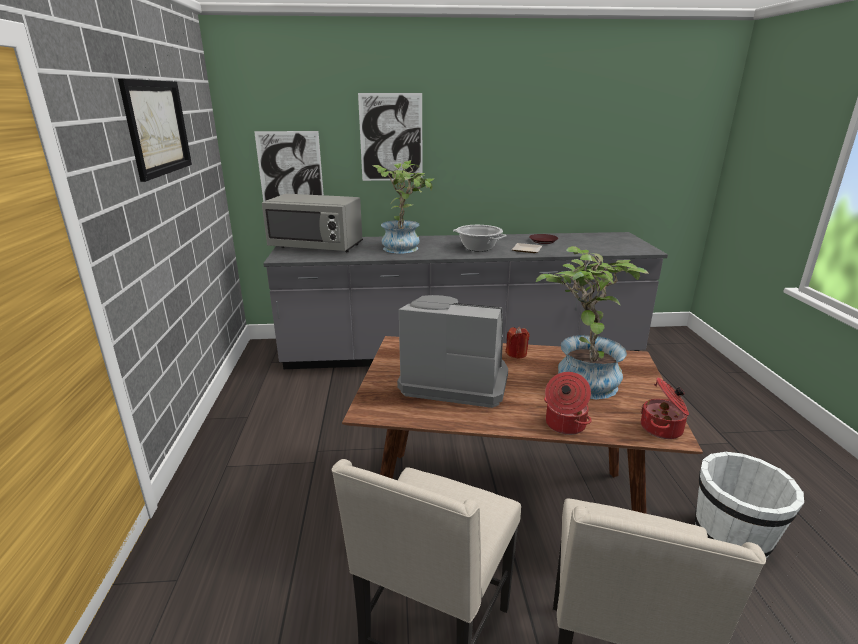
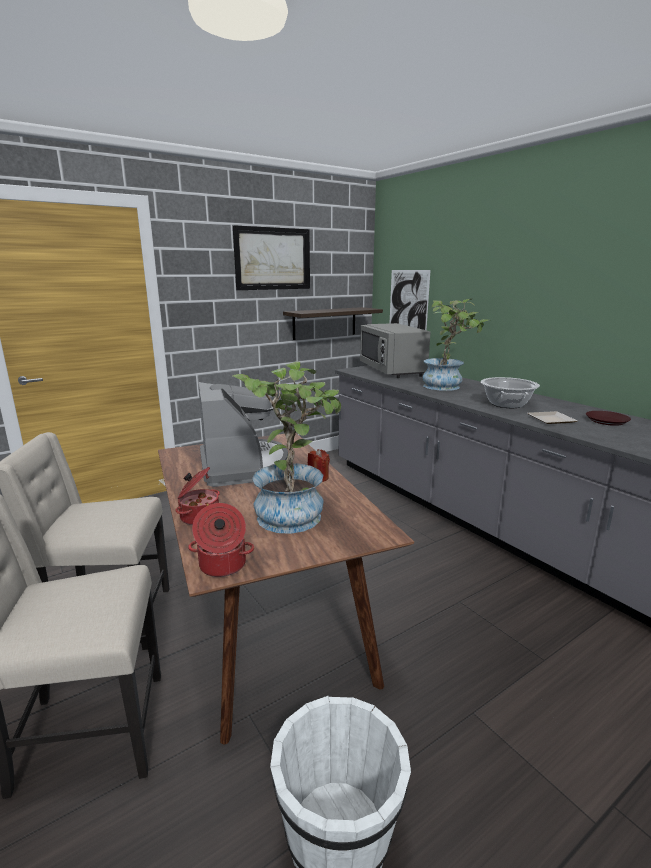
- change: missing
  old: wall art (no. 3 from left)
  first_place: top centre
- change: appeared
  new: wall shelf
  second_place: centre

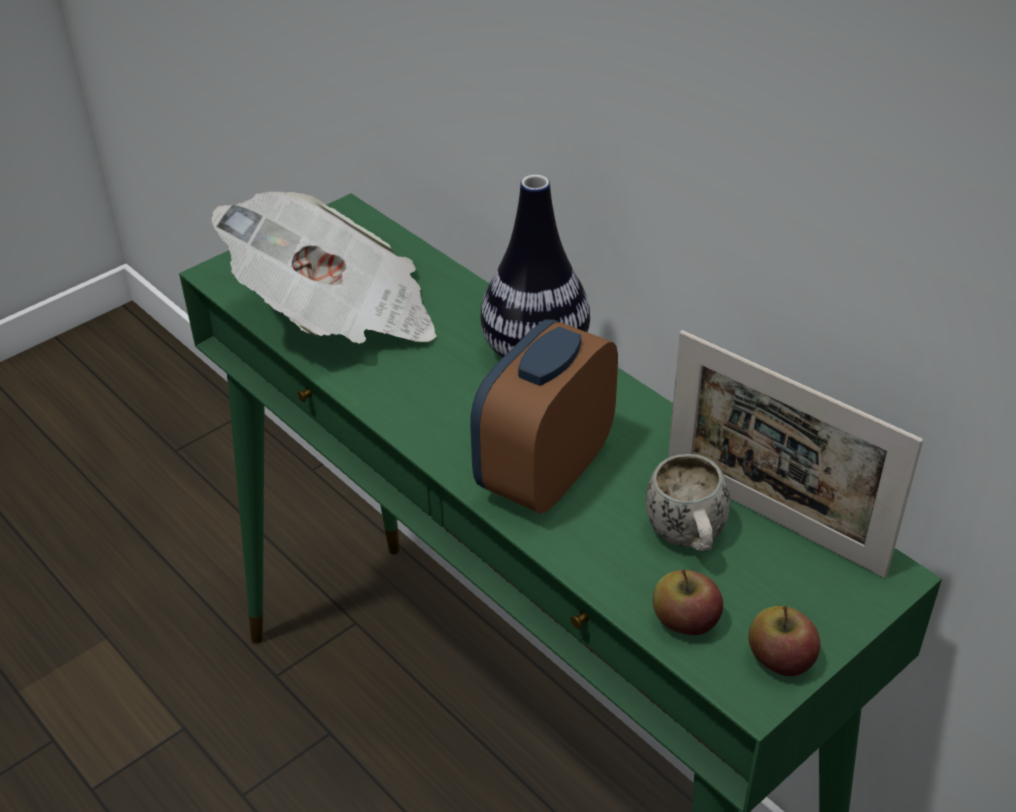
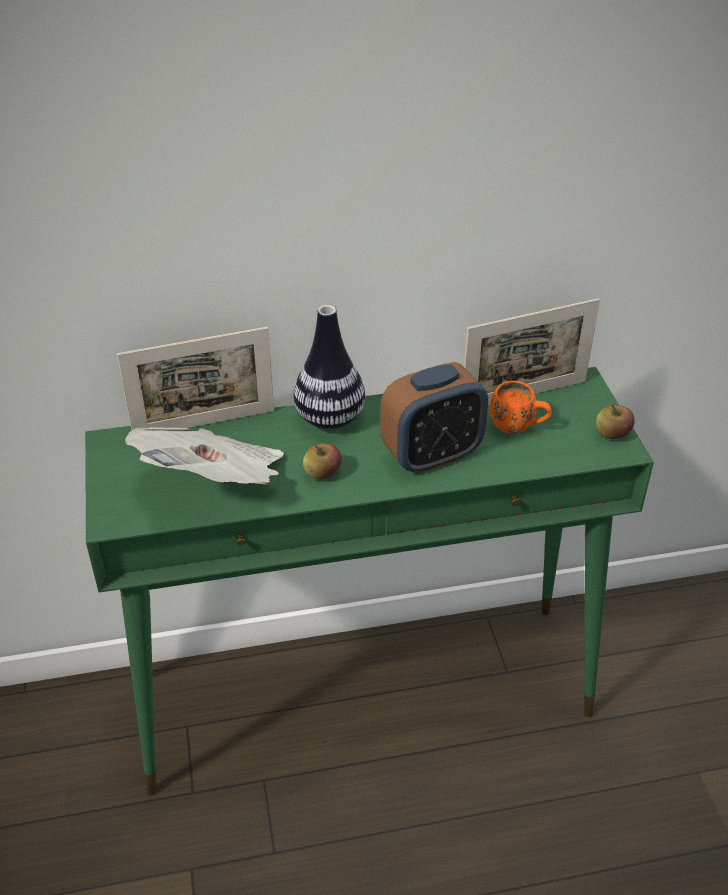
- change: spun
  old: bedside clock
  first_place: centre
  second_place: centre
  degrees: -90
- change: colour
  old: whitish tea mug
  new: orangey tea mug
  first_place: middle right
  second_place: middle right
- change: relocated
  old: apple fruit (no. 1 from left)
  first_place: bottom right
  second_place: centre
- change: appeared
  new: picture frame (no. 1 from left)
  second_place: middle left

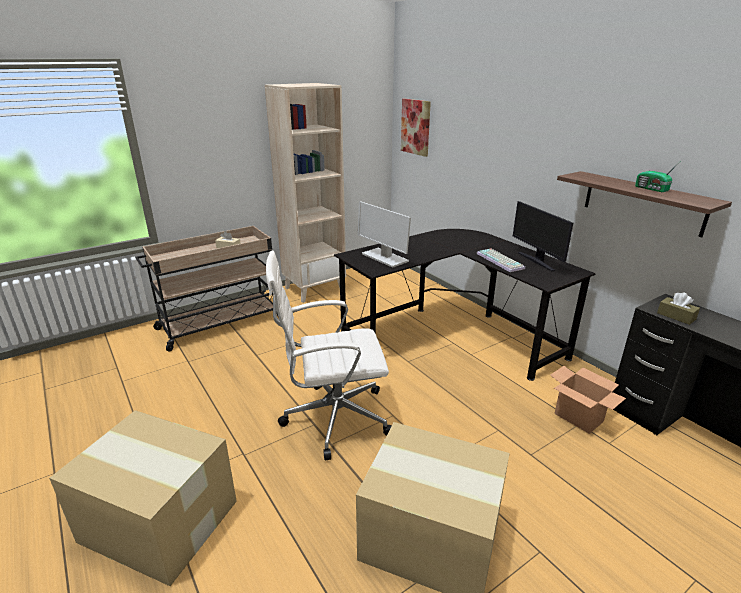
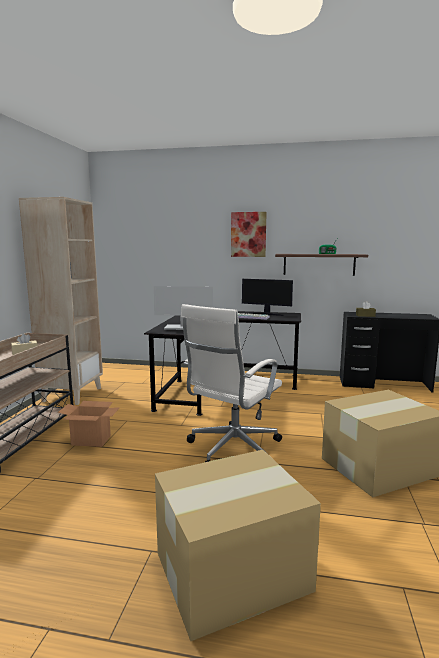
- change: relocated
  old: wall art
  first_place: top centre
  second_place: centre
- change: relocated
  old: carton (no. 3 from left in the first image)
  new: carton (no. 1 from left)
  first_place: bottom right
  second_place: middle left

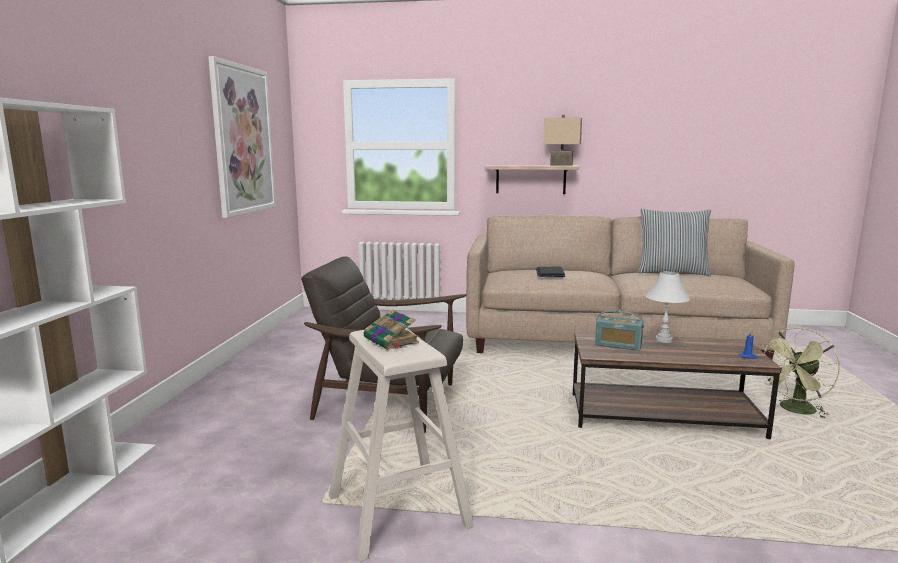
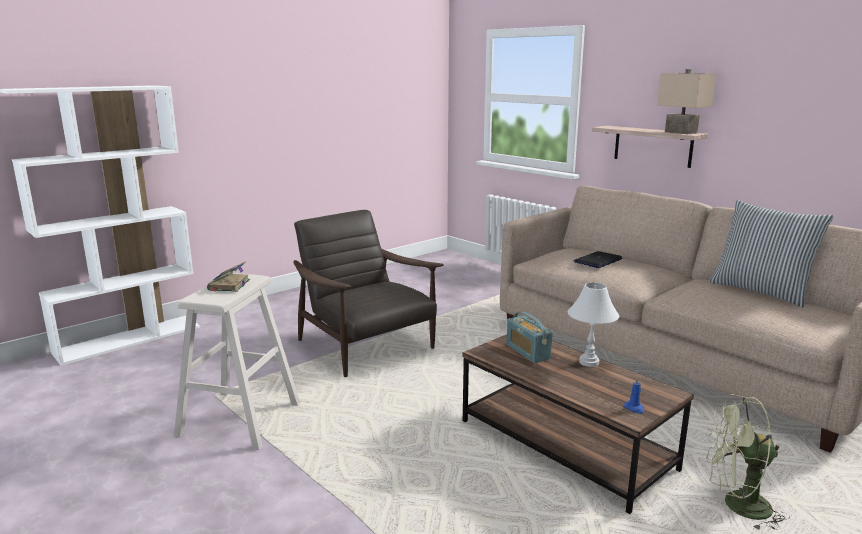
- change: missing
  old: wall art
  first_place: top left

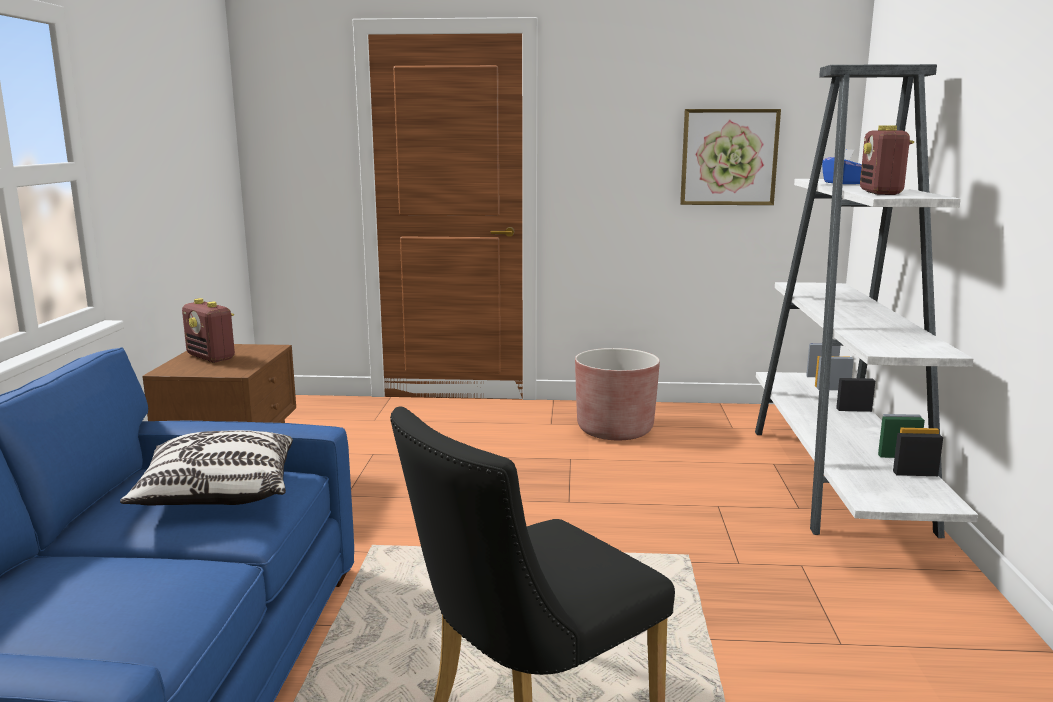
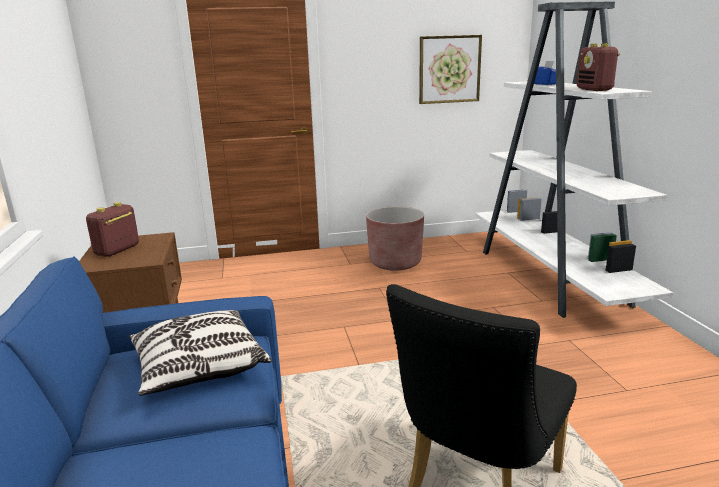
- change: spun
  old: radio (no. 1 from left)
  first_place: middle left
  second_place: middle left
  degrees: 90

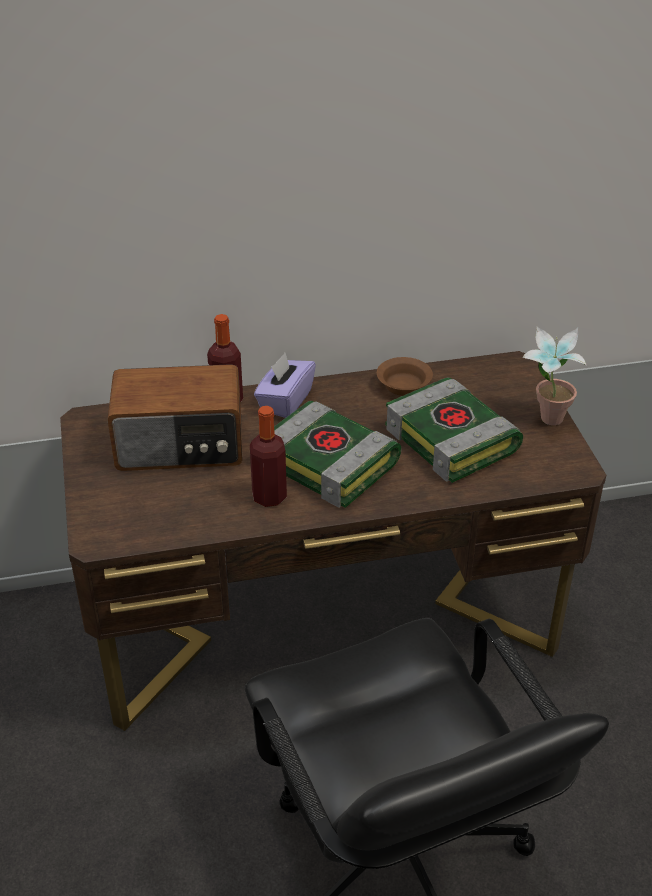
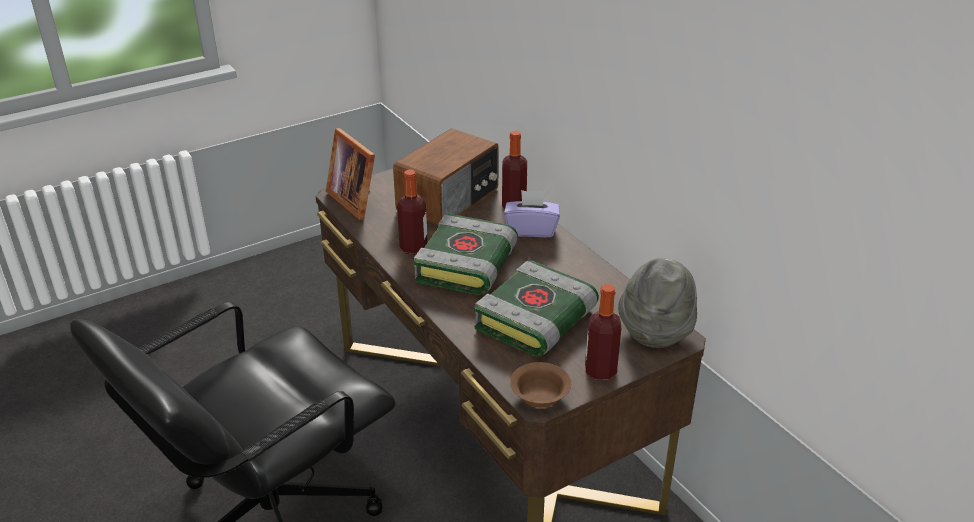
- change: exchanged
  old: houseplant
  new: bottle (no. 3 from left)
  first_place: middle right
  second_place: centre
- change: relocated
  old: brown deep dish
  first_place: centre
  second_place: bottom centre
- change: spun
  old: radio
  first_place: middle left
  second_place: centre
  degrees: -120
- change: appeared
  new: picture frame
  second_place: centre
- change: appeared
  new: greyish clothing hat
  second_place: middle right

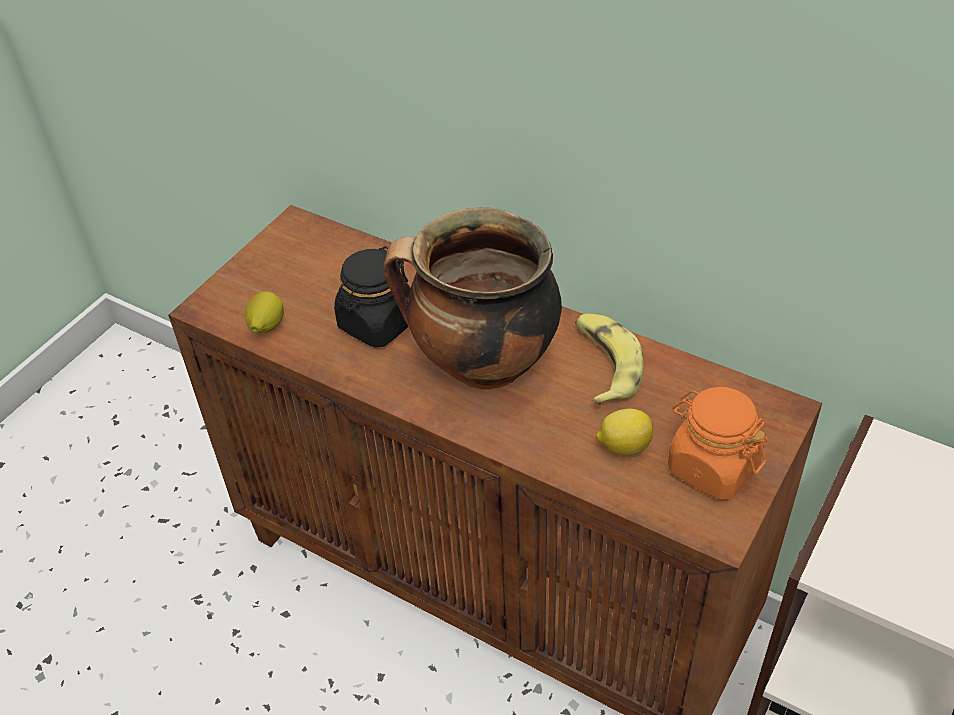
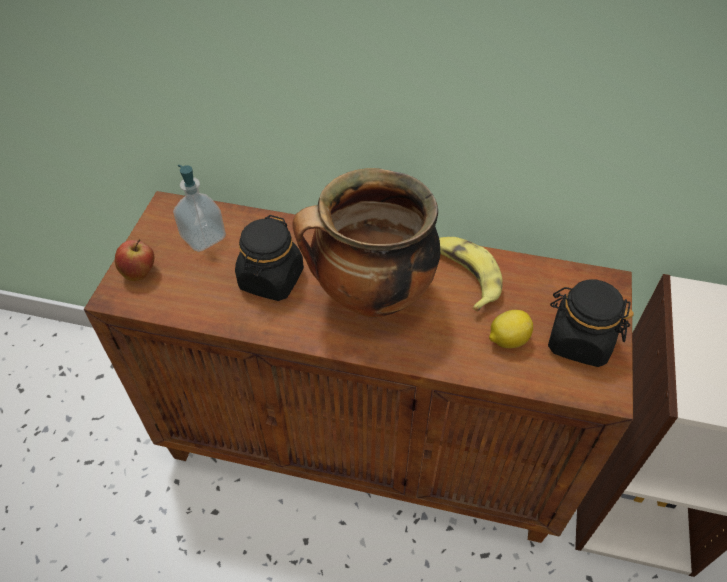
- change: missing
  old: whole lemon (no. 1 from left)
  first_place: middle left
- change: colour
  old: orangey storage jar
  new: black-coloured storage jar (no. 2 from left)
  first_place: middle right
  second_place: middle right
- change: appeared
  new: liquid soap bottle
  second_place: middle left
- change: appeared
  new: apple fruit
  second_place: middle left

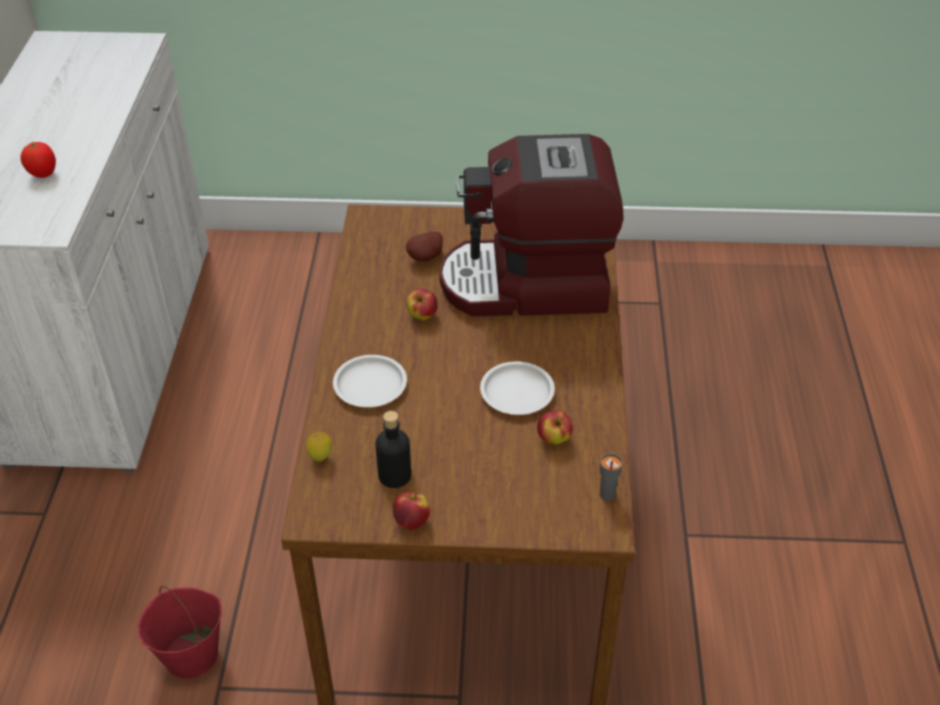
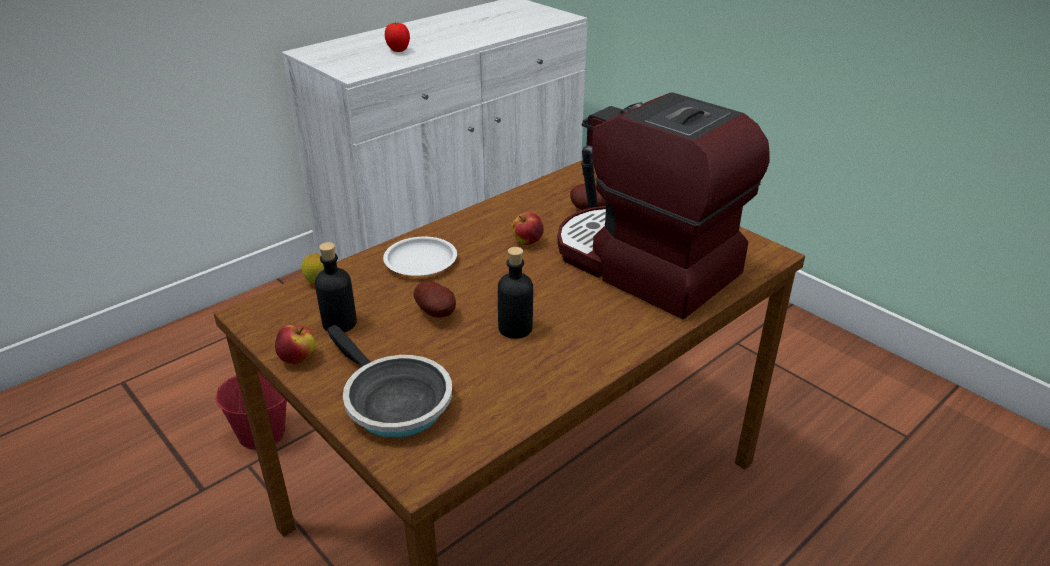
- change: exchanged
  old: whitish flat dish (no. 2 from left)
  new: black-coloured bottle (no. 2 from left)
  first_place: centre
  second_place: centre
- change: missing
  old: apple fruit (no. 3 from left)
  first_place: centre
- change: missing
  old: greyish drinking cup
  first_place: bottom centre
- change: appeared
  new: potato (no. 1 from left)
  second_place: centre
- change: appeared
  new: pan
  second_place: bottom centre

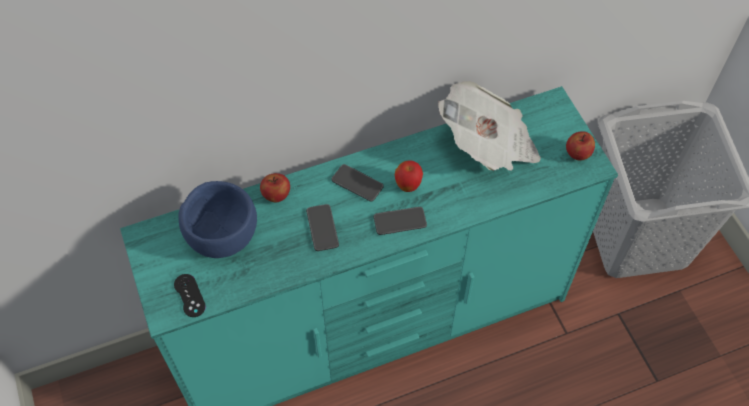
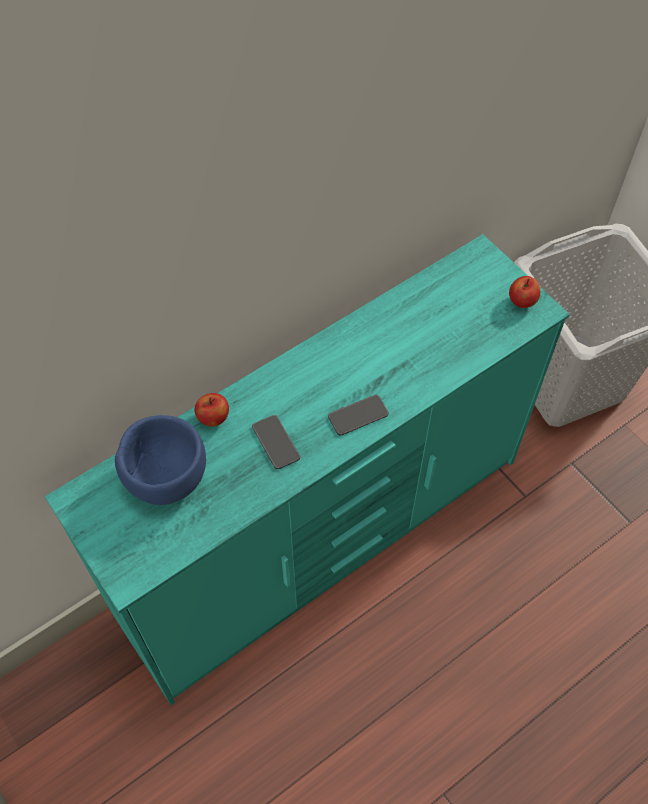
- change: missing
  old: newspaper
  first_place: top centre
- change: missing
  old: apple fruit (no. 2 from left)
  first_place: centre
- change: missing
  old: telephone (no. 2 from left)
  first_place: centre
- change: missing
  old: black-coloured gamepad
  first_place: bottom left

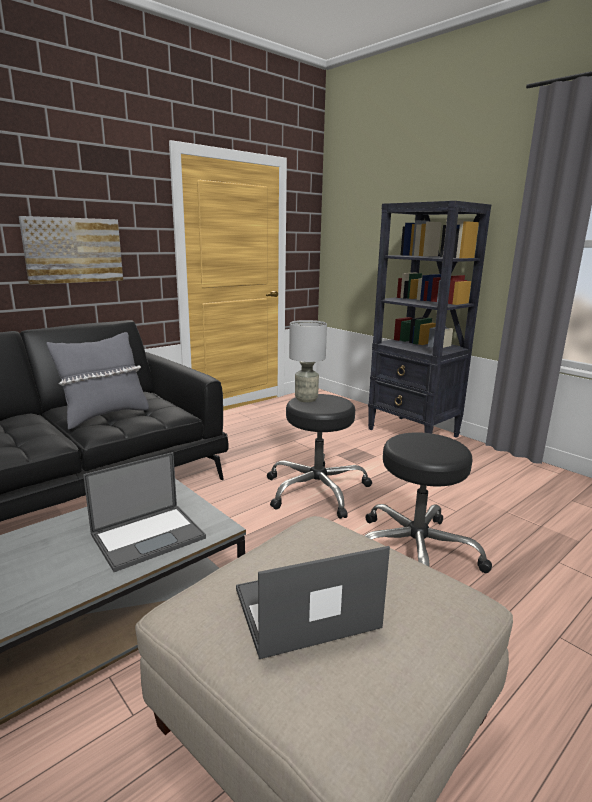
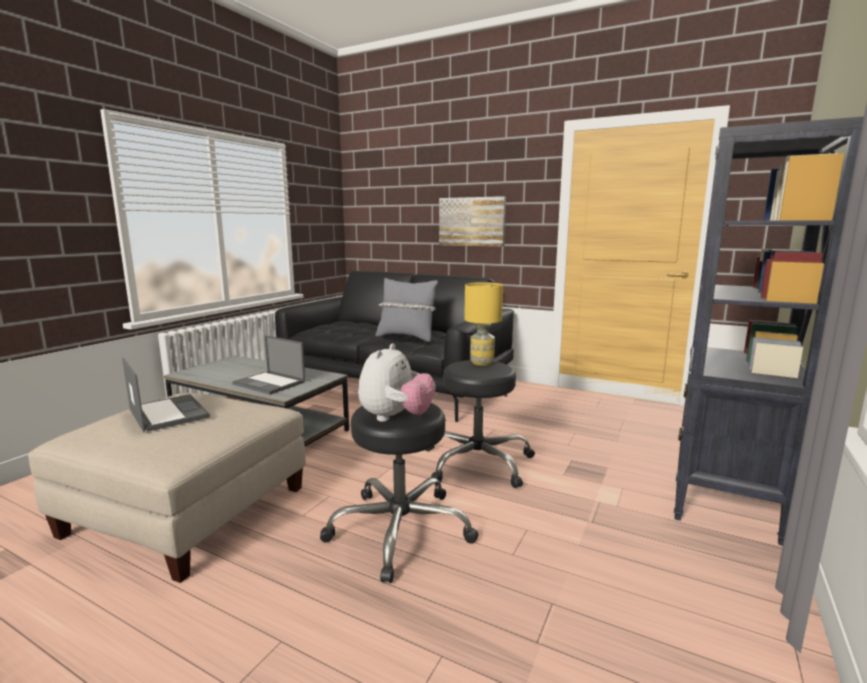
- change: colour
  old: greyish table lamp
  new: yellow table lamp
  first_place: centre
  second_place: centre
- change: appeared
  new: plush toy
  second_place: centre

